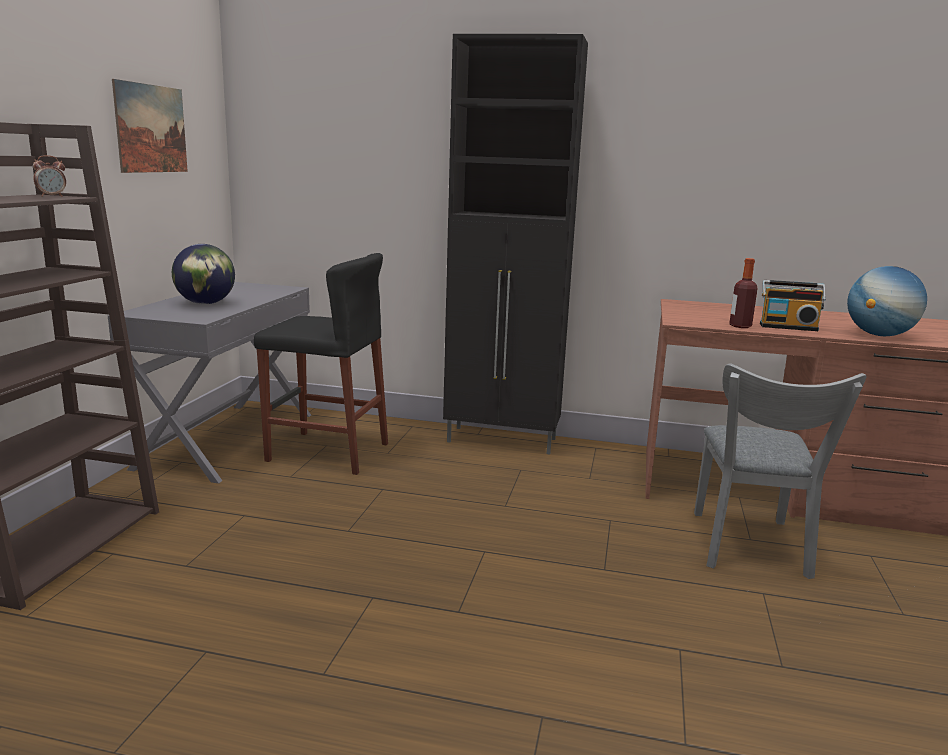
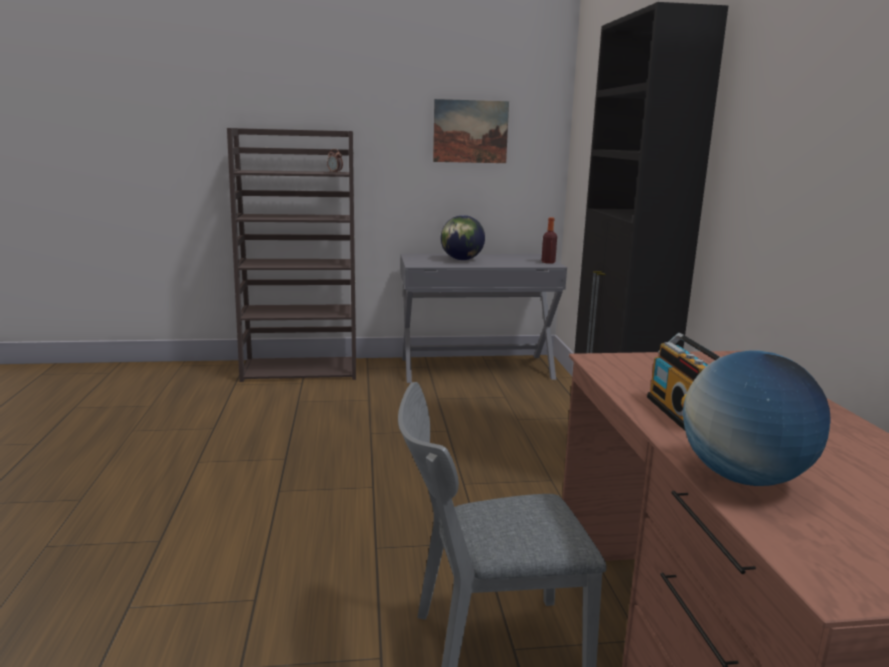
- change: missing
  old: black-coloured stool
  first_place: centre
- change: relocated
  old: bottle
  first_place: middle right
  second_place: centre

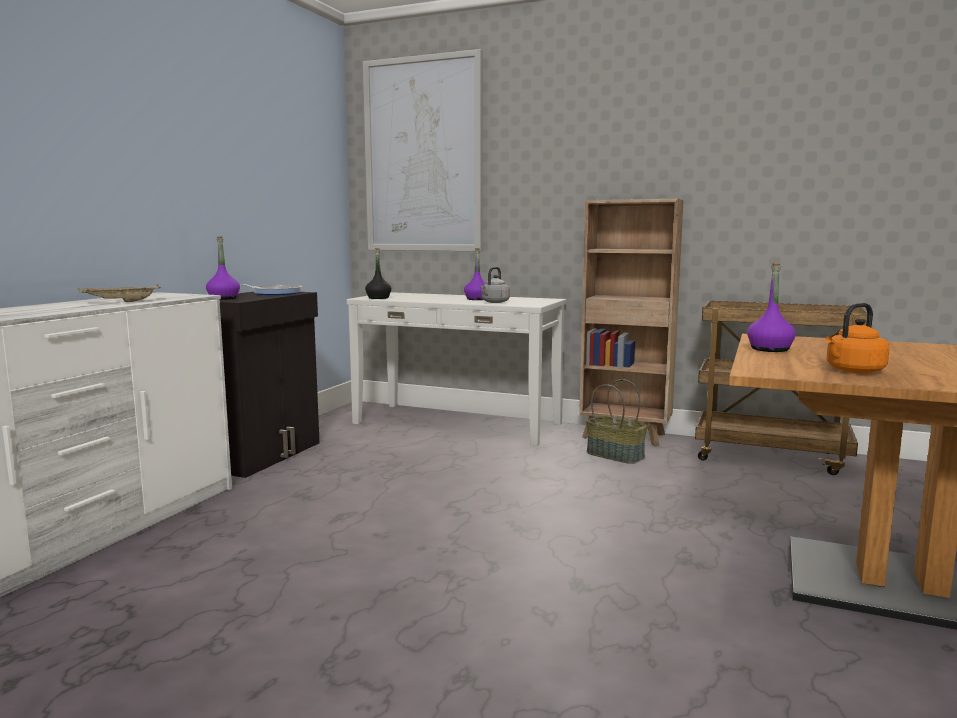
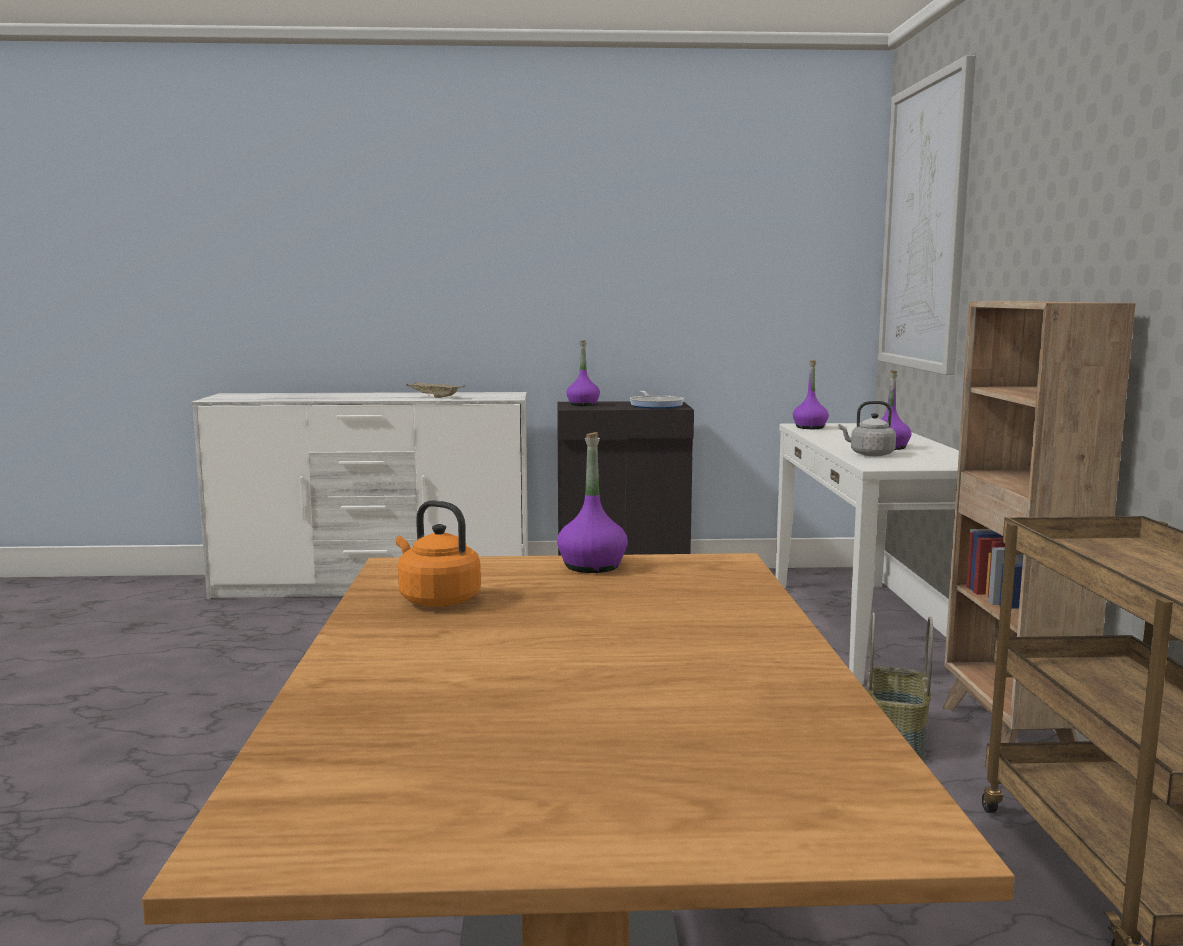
- change: colour
  old: black-coloured bottle
  new: purplish bottle (no. 3 from left)
  first_place: centre
  second_place: middle right

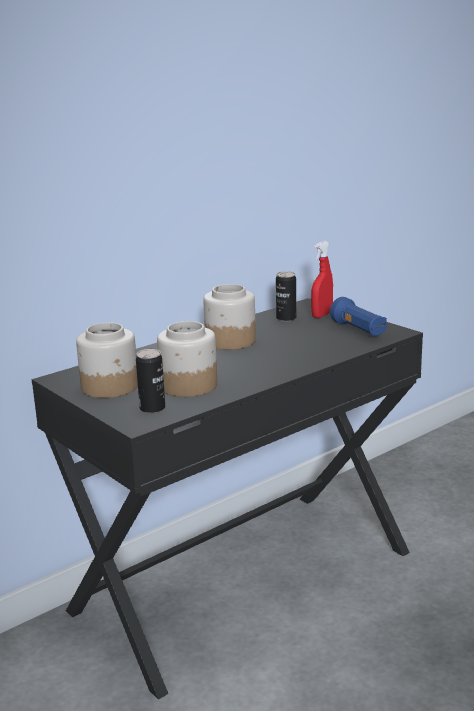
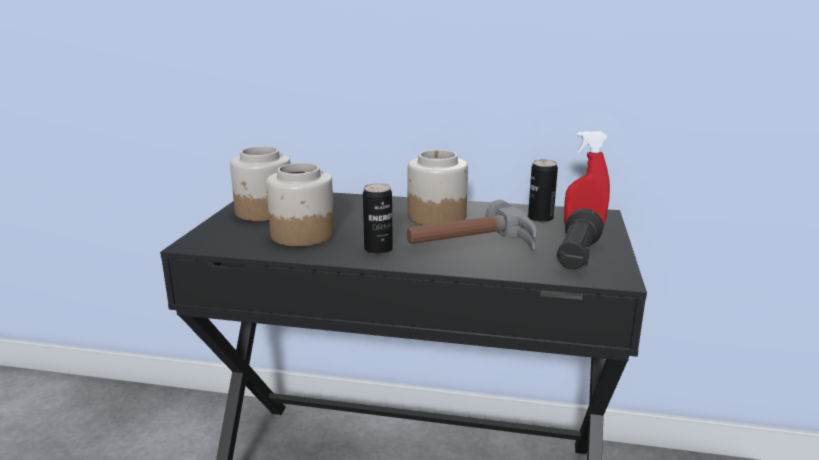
- change: colour
  old: blue flashlight
  new: black-coloured flashlight
  first_place: middle right
  second_place: middle right
- change: relocated
  old: metal can (no. 1 from left)
  first_place: middle left
  second_place: centre
- change: appeared
  new: hammer
  second_place: centre

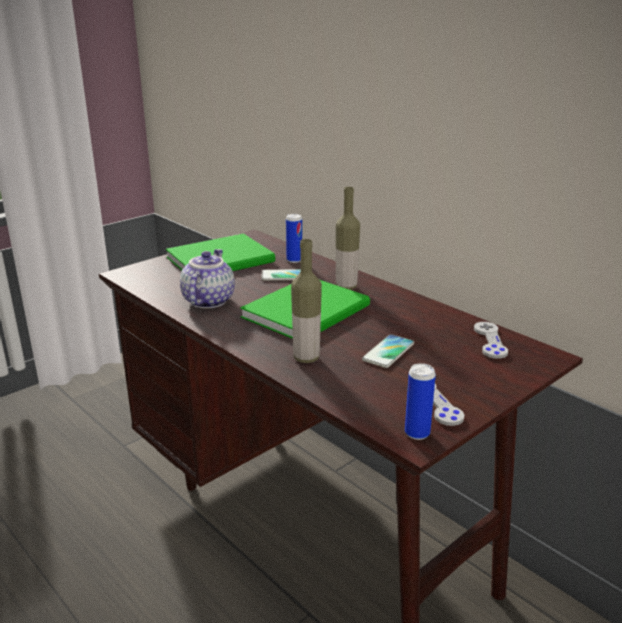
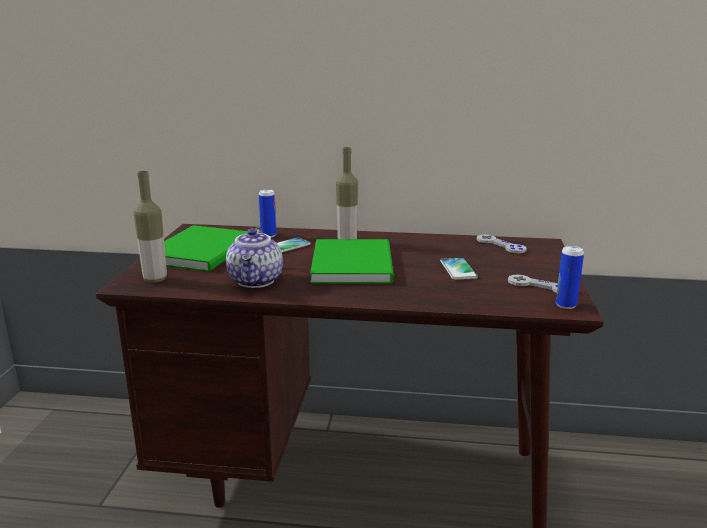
- change: relocated
  old: bottle (no. 1 from left)
  first_place: centre
  second_place: middle left
- change: spun
  old: pot for tea
  first_place: middle left
  second_place: centre
  degrees: -150

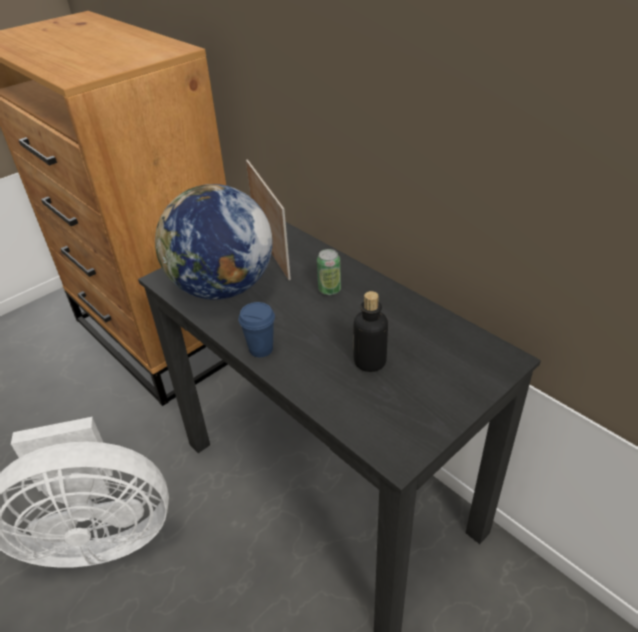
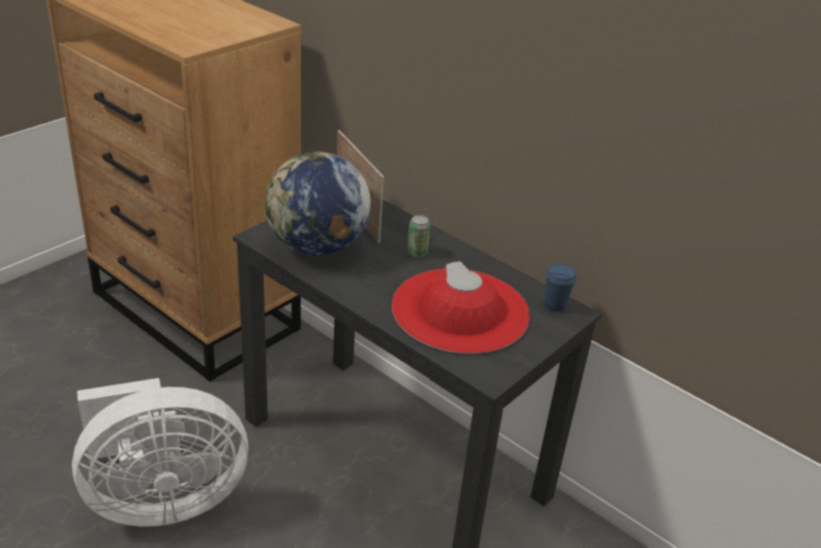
- change: exchanged
  old: bottle
  new: red clothing hat
  first_place: centre
  second_place: centre
- change: relocated
  old: blue drinking cup
  first_place: centre
  second_place: middle right

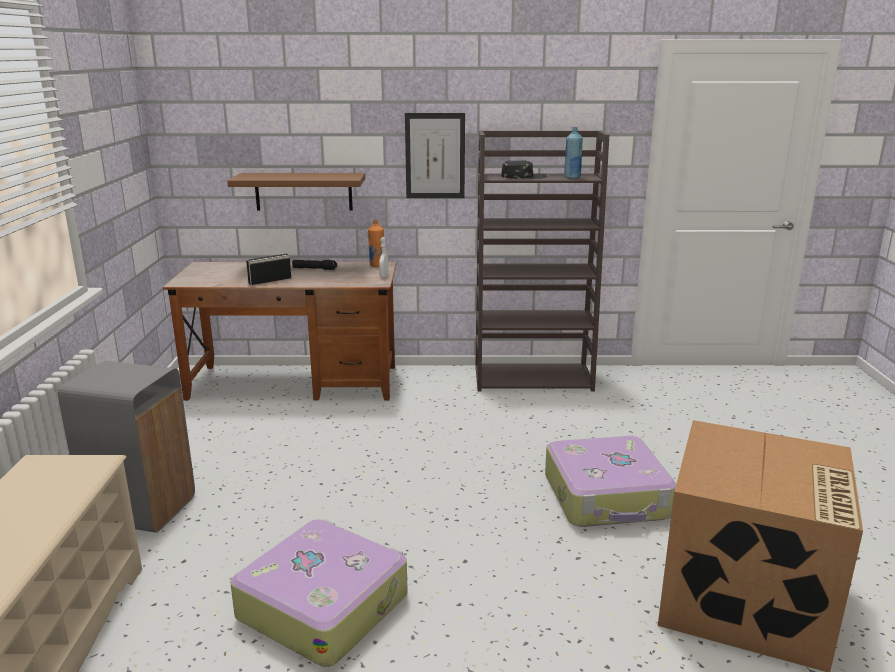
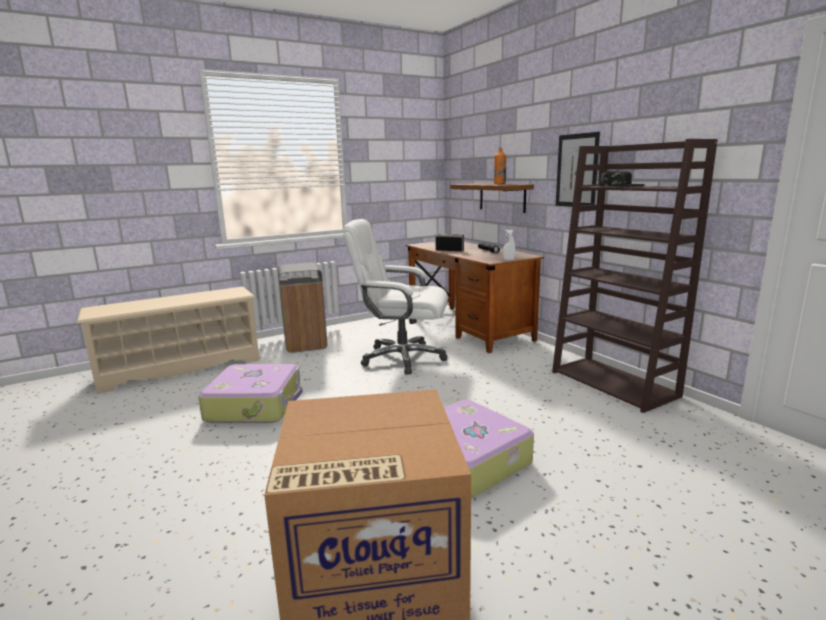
- change: missing
  old: blue bottle
  first_place: top centre
- change: relocated
  old: orangey bottle
  first_place: centre
  second_place: top centre
- change: appeared
  new: whitish computer chair
  second_place: centre

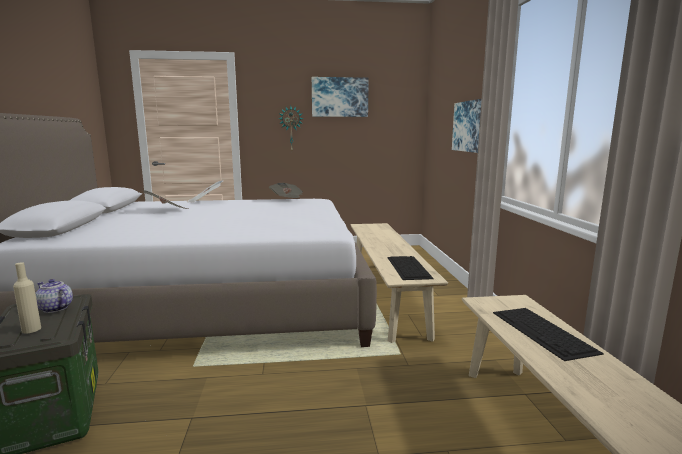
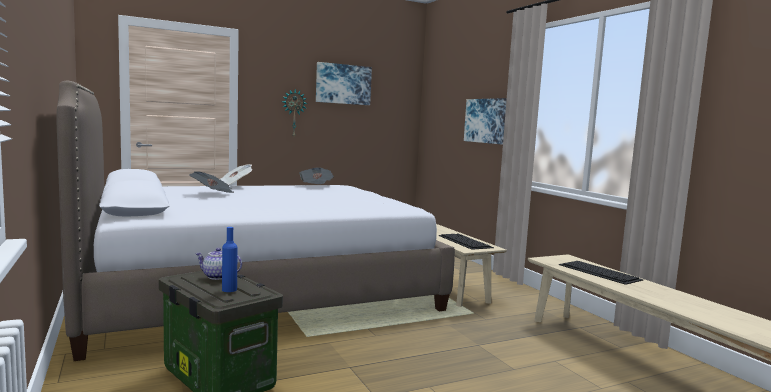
- change: colour
  old: beige bottle
  new: blue bottle
  first_place: middle left
  second_place: middle left

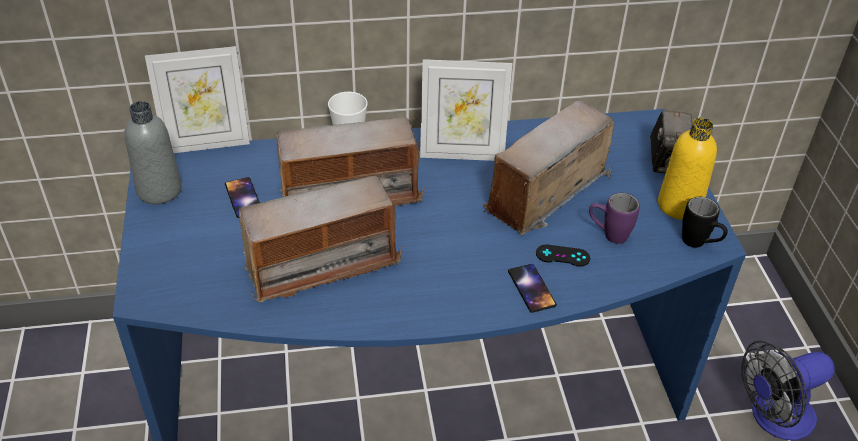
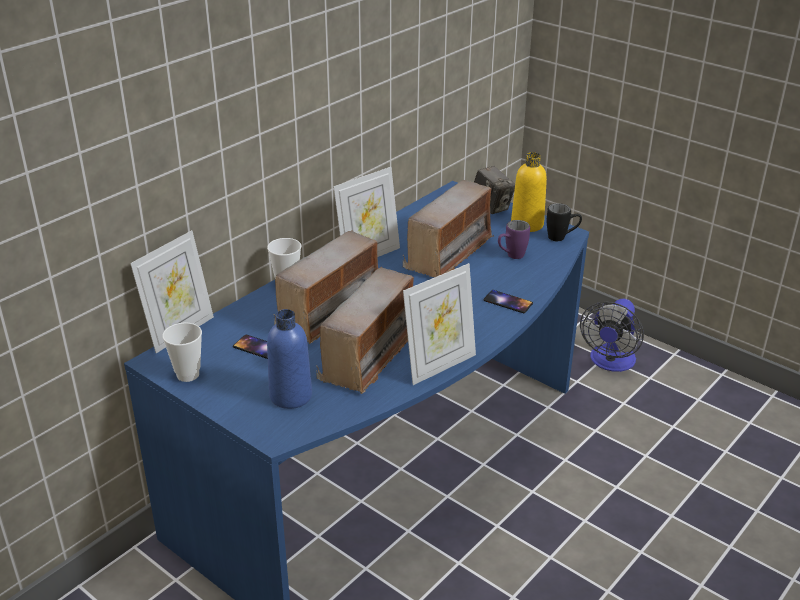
- change: exchanged
  old: greyish bottle
  new: drinking cup (no. 1 from left)
  first_place: middle left
  second_place: middle left
- change: spun
  old: radio (no. 3 from left)
  first_place: centre
  second_place: centre
  degrees: -150
- change: missing
  old: black-coloured gamepad
  first_place: centre
- change: appeared
  new: picture frame (no. 3 from left)
  second_place: centre
- change: appeared
  new: blue bottle
  second_place: centre

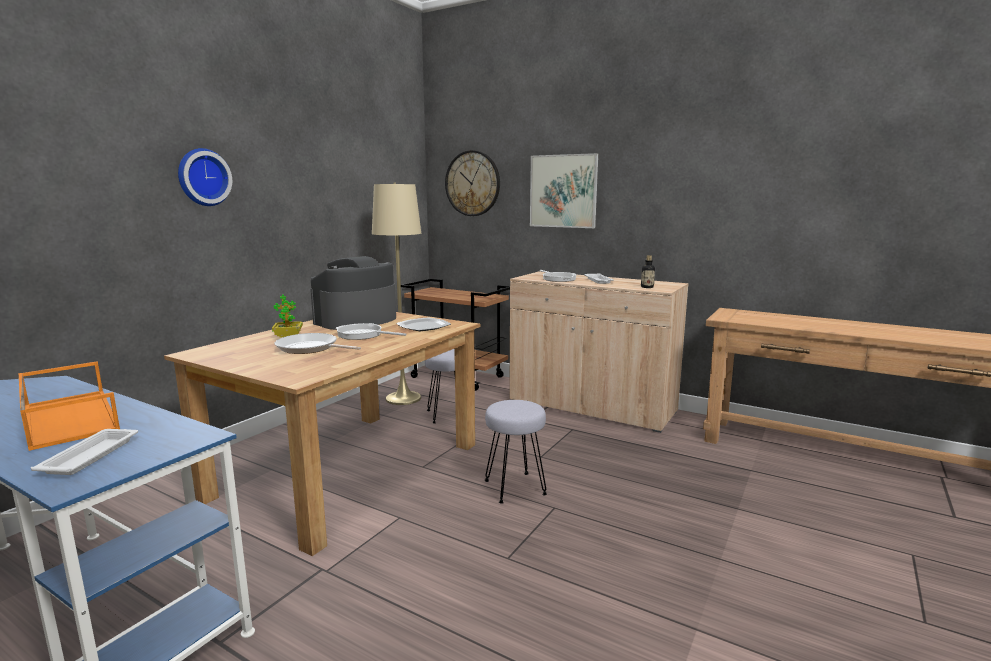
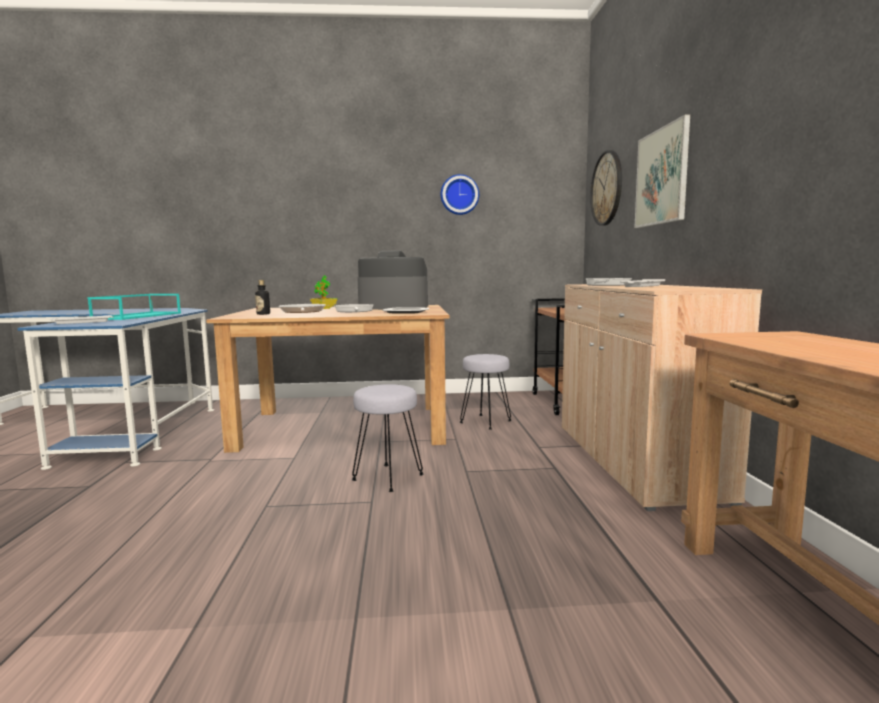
- change: relocated
  old: hanging clock (no. 1 from left)
  first_place: top left
  second_place: top centre
- change: missing
  old: beige standard lamp
  first_place: centre
- change: relocated
  old: bottle
  first_place: centre
  second_place: middle left
- change: colour
  old: orangey tray
  new: blue-green tray
  first_place: middle left
  second_place: middle left

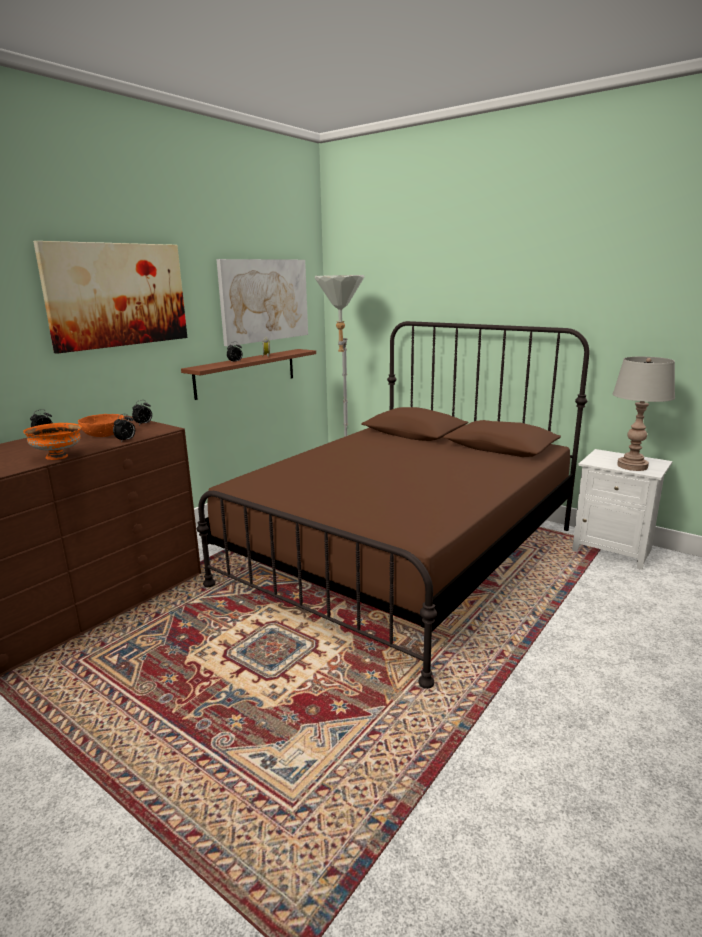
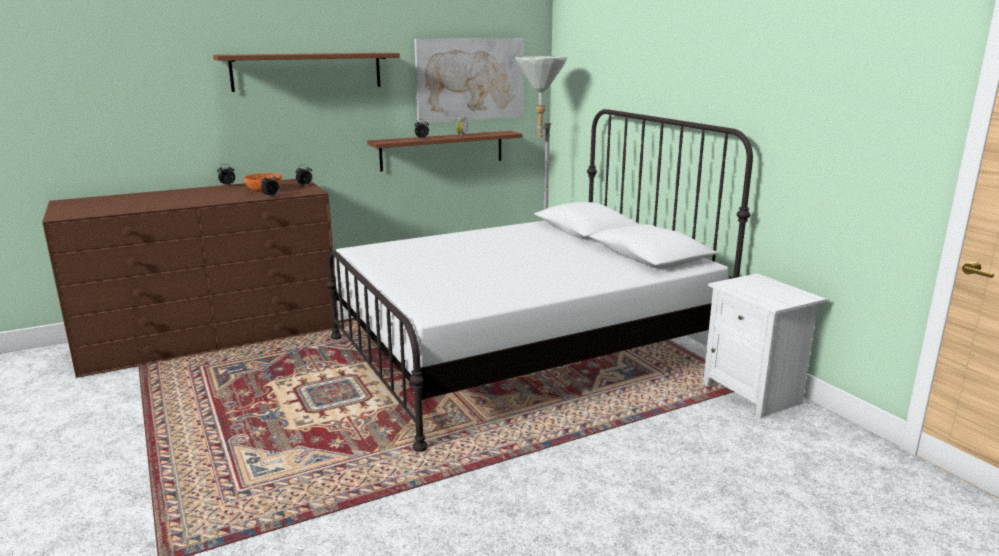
- change: exchanged
  old: wall art (no. 1 from left)
  new: brown wall shelf (no. 1 from left)
  first_place: top left
  second_place: top left
- change: colour
  old: brown bedroom bed
  new: whitish bedroom bed
  first_place: centre
  second_place: centre
- change: missing
  old: greyish table lamp
  first_place: middle right
- change: missing
  old: orangey deep dish (no. 1 from left)
  first_place: middle left

